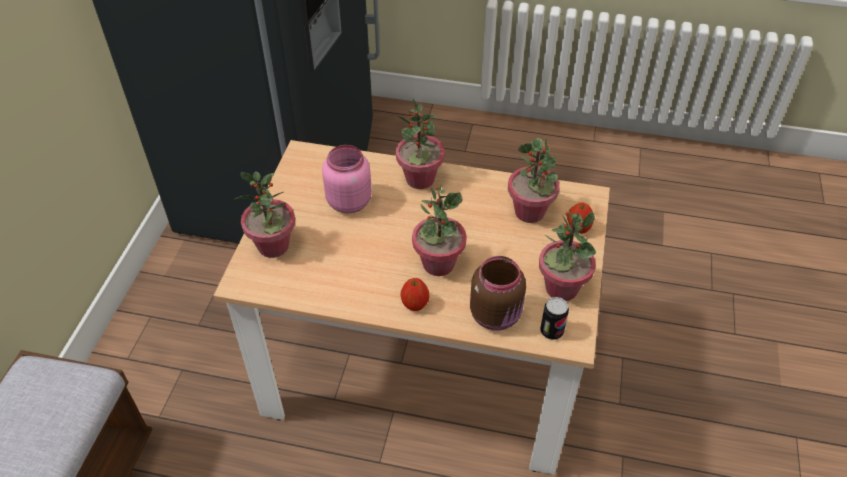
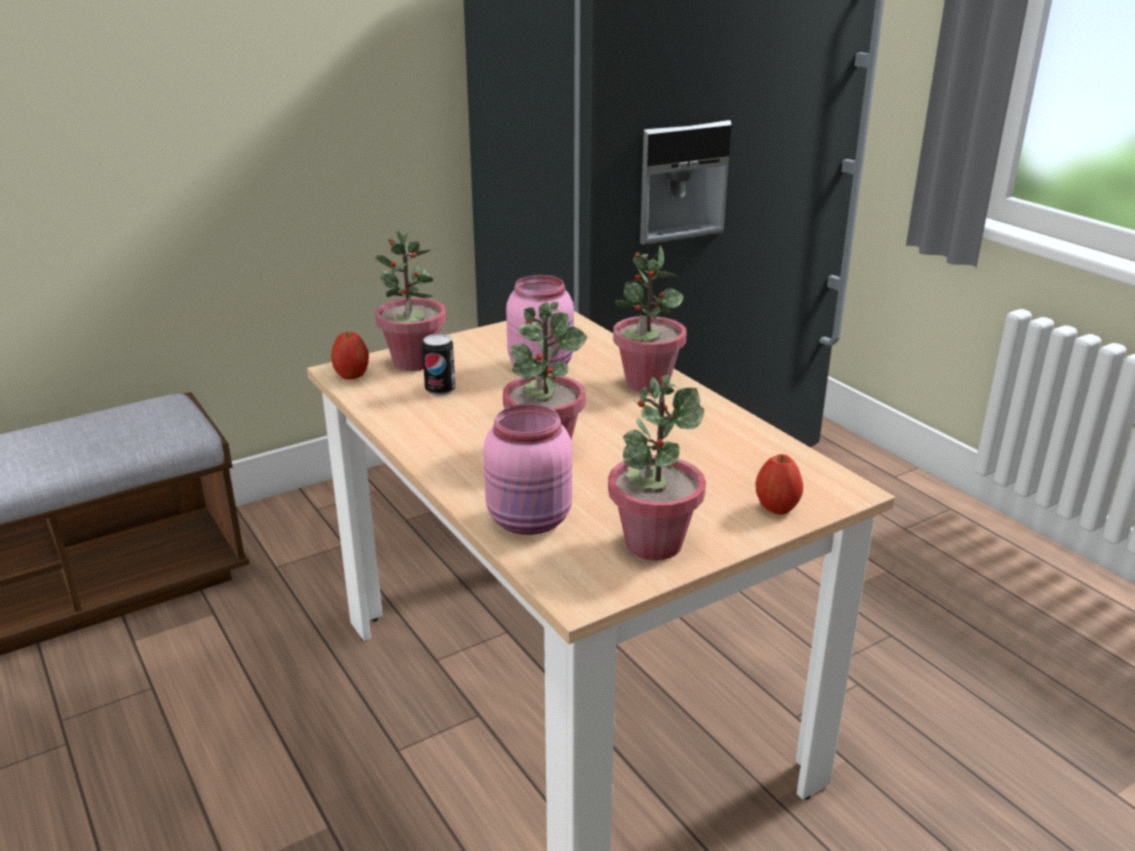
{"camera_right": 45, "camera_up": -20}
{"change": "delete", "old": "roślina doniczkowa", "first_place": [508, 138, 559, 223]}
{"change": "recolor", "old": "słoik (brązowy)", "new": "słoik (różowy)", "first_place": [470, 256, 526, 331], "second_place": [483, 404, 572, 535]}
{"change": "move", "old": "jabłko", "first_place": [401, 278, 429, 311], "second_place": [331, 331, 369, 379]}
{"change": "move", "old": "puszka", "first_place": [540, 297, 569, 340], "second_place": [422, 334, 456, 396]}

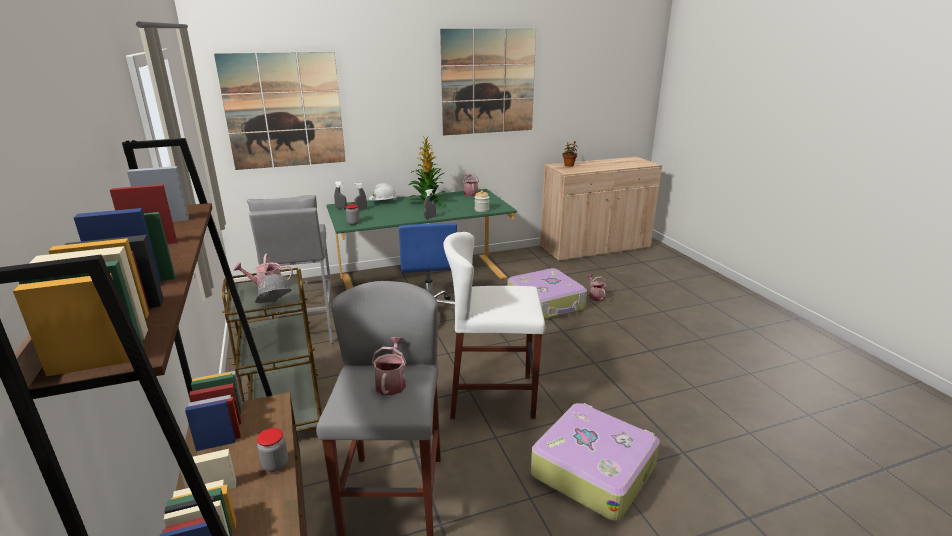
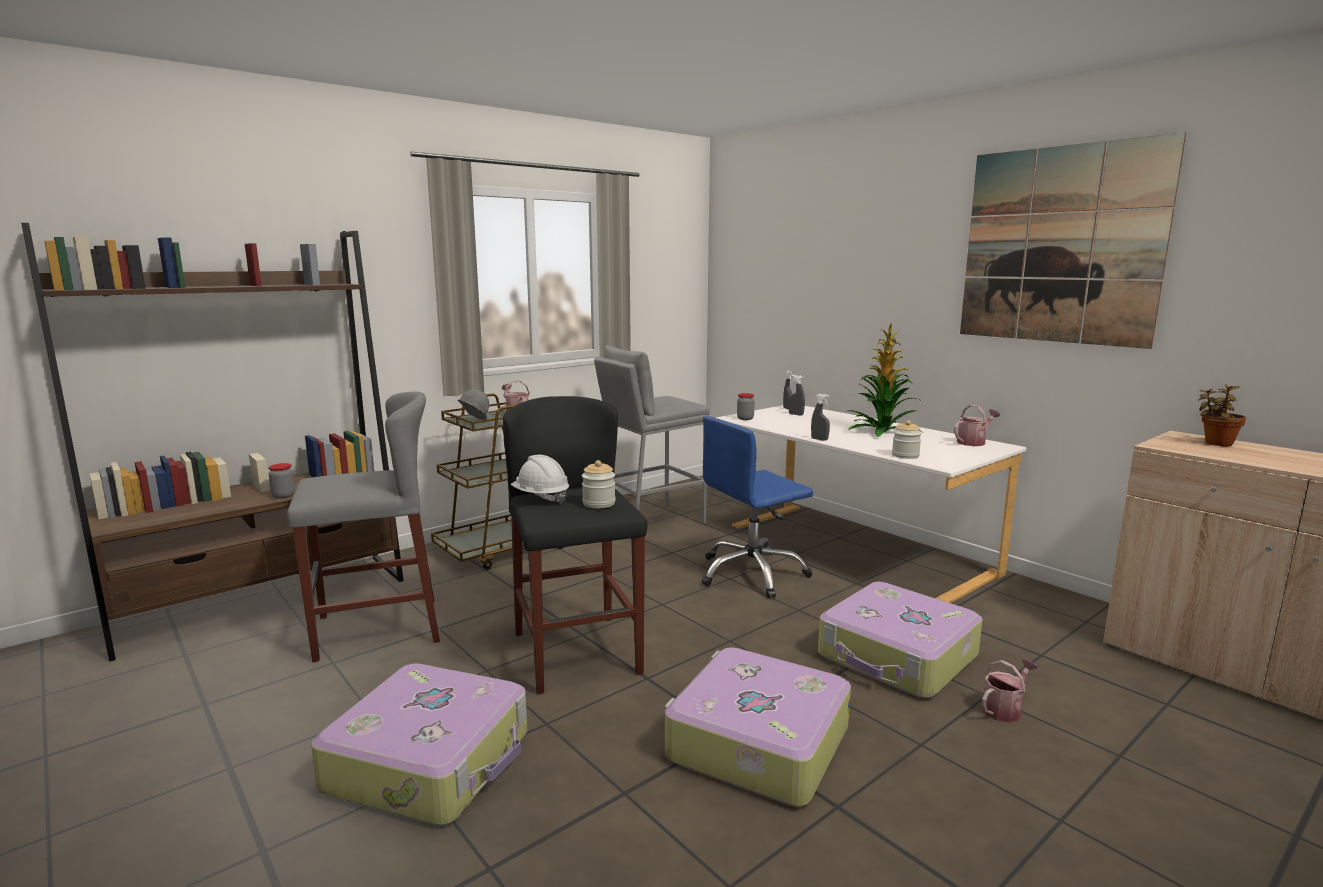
{"camera_right": 70, "camera_up": -10}
{"change": "delete", "old": "obraz", "first_place": [214, 52, 346, 170]}
{"change": "move", "old": "kask (biały)", "first_place": [369, 183, 397, 201], "second_place": [510, 455, 569, 504]}
{"change": "recolor", "old": "biurko (zielony)", "new": "biurko (biały)", "first_place": [327, 189, 517, 290], "second_place": [716, 405, 1026, 603]}
{"change": "recolor", "old": "stołek (biały)", "new": "stołek (czarny)", "first_place": [443, 232, 545, 419], "second_place": [503, 396, 647, 694]}
{"change": "delete", "old": "konewka", "first_place": [372, 337, 406, 395]}
{"change": "insert", "new": "słoik", "second_place": [582, 460, 616, 508]}
{"change": "insert", "new": "walizka", "second_place": [665, 647, 851, 807]}

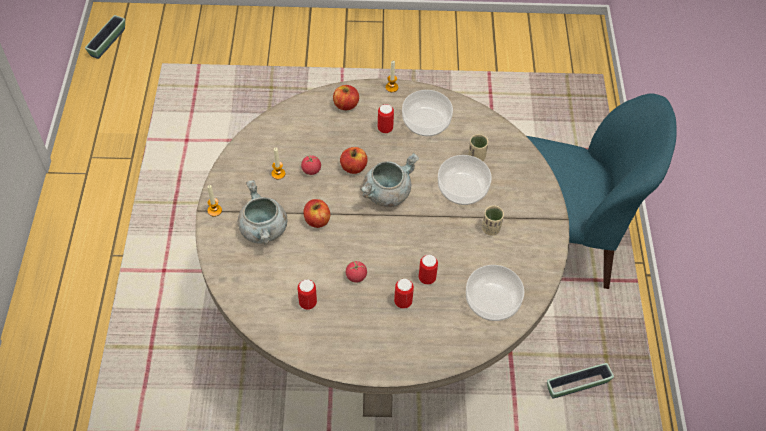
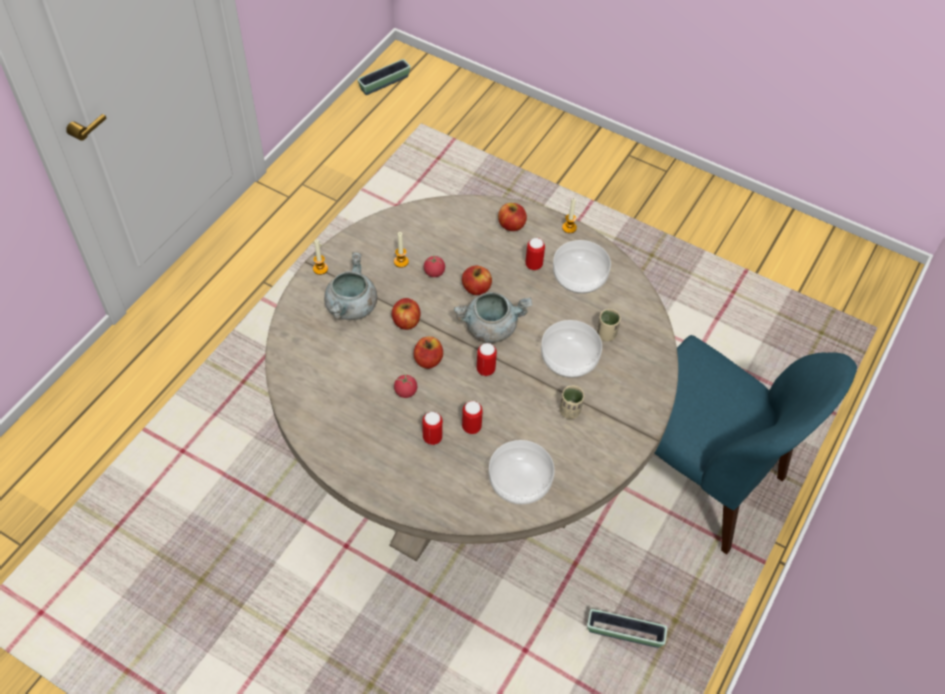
{"camera_right": 30, "camera_up": 0}
{"change": "move", "old": "puszka", "first_place": [298, 279, 317, 310], "second_place": [477, 343, 497, 376]}
{"change": "insert", "new": "jabłko", "second_place": [414, 336, 443, 369]}

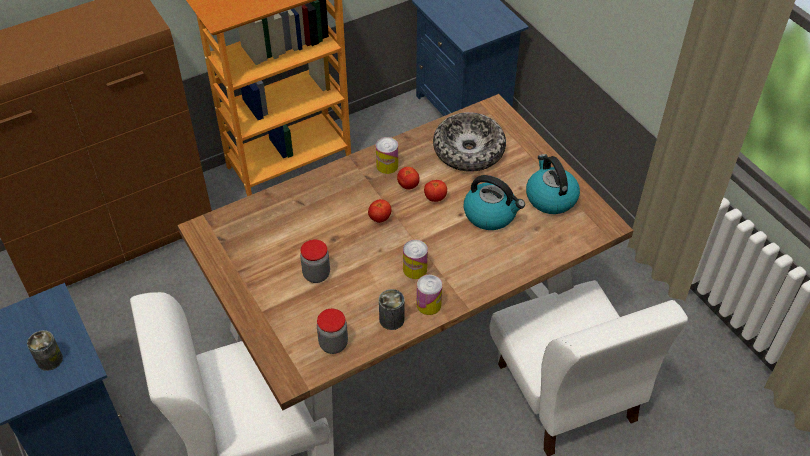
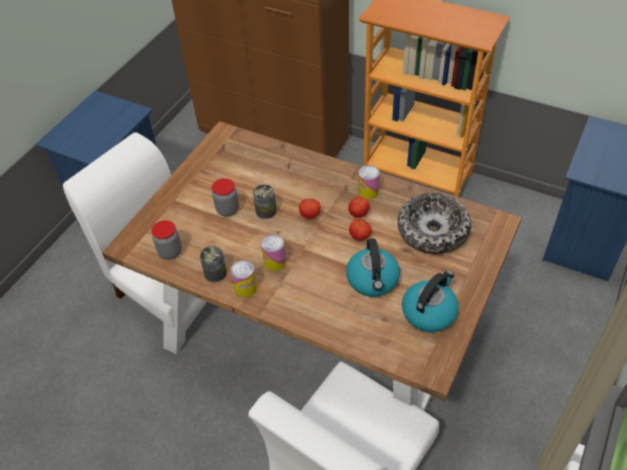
{"camera_right": 60, "camera_up": 0}
{"change": "move", "old": "puszka", "first_place": [27, 330, 63, 371], "second_place": [253, 184, 277, 219]}

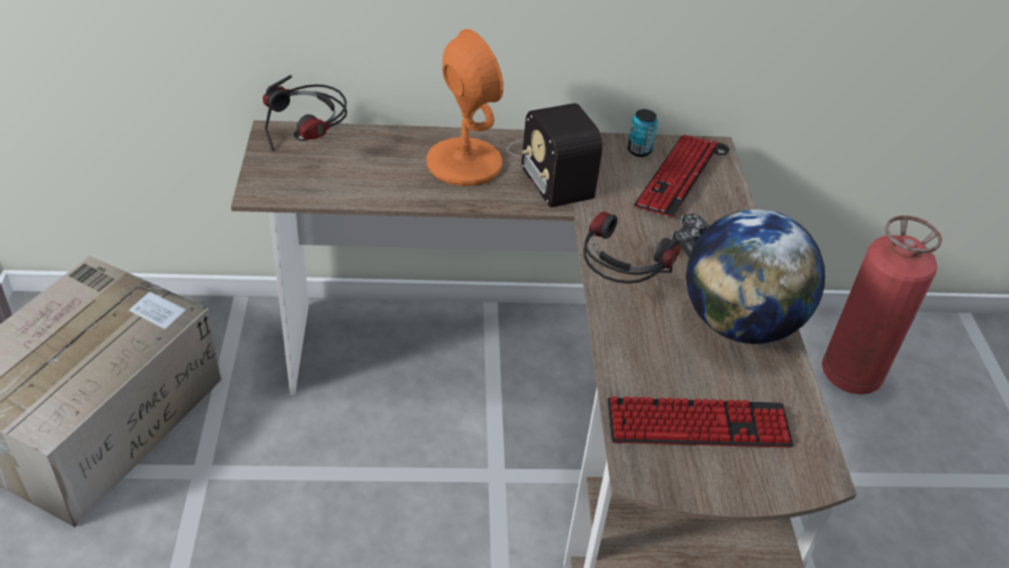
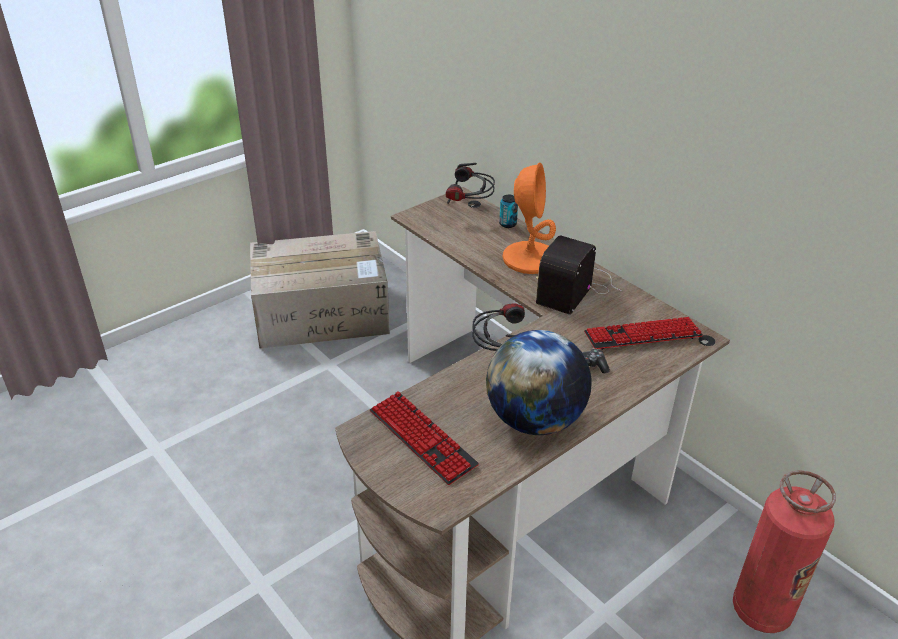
{"camera_right": 55, "camera_up": -5}
{"change": "move", "old": "puszka", "first_place": [627, 109, 658, 157], "second_place": [499, 195, 518, 228]}

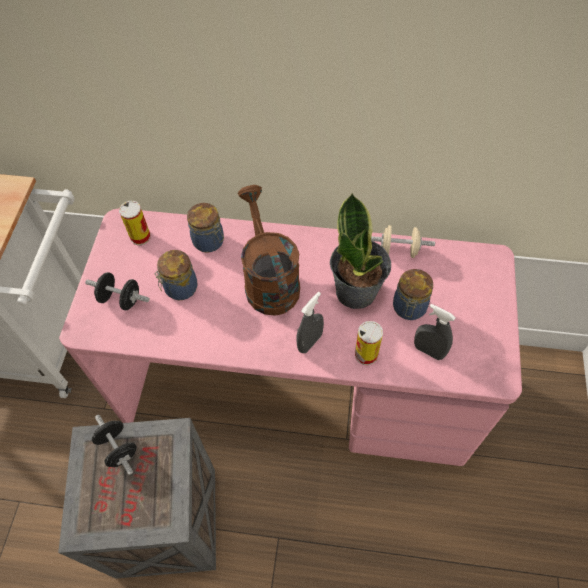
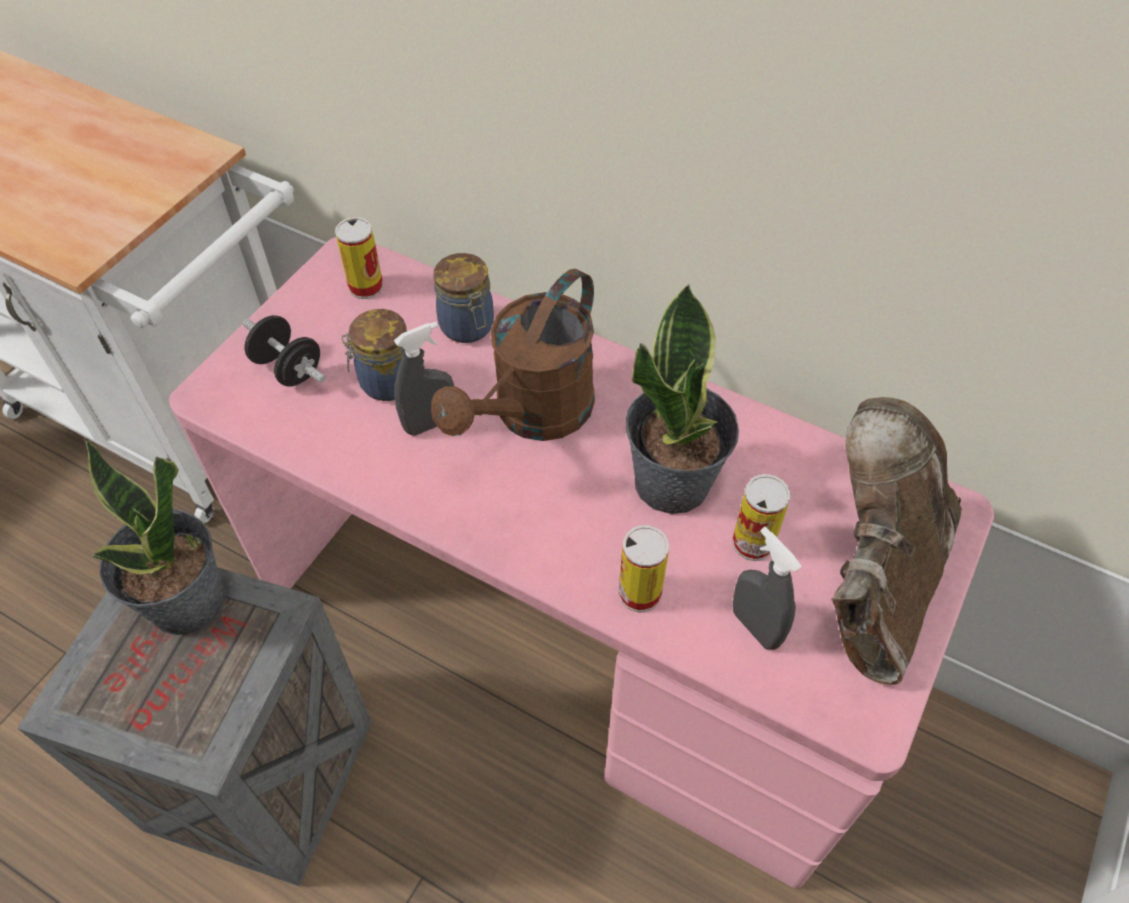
{"camera_right": 20, "camera_up": -5}
{"change": "rotate", "old": "konewka (brązowy)", "first_place": [238, 185, 300, 316], "second_place": [431, 269, 595, 441], "degrees": -150}
{"change": "delete", "old": "hantel (beżowy)", "first_place": [371, 225, 435, 258]}
{"change": "replace", "old": "słoik", "new": "puszka", "first_place": [393, 269, 433, 320], "second_place": [732, 474, 791, 561]}
{"change": "move", "old": "spryskiwacz (szary)", "first_place": [296, 292, 324, 353], "second_place": [394, 321, 454, 436]}
{"change": "replace", "old": "hantel (czarny)", "new": "roślina doniczkowa", "first_place": [92, 415, 137, 475], "second_place": [84, 440, 225, 635]}
{"change": "insert", "new": "but z cholewką (brązowy)", "second_place": [831, 397, 962, 685]}

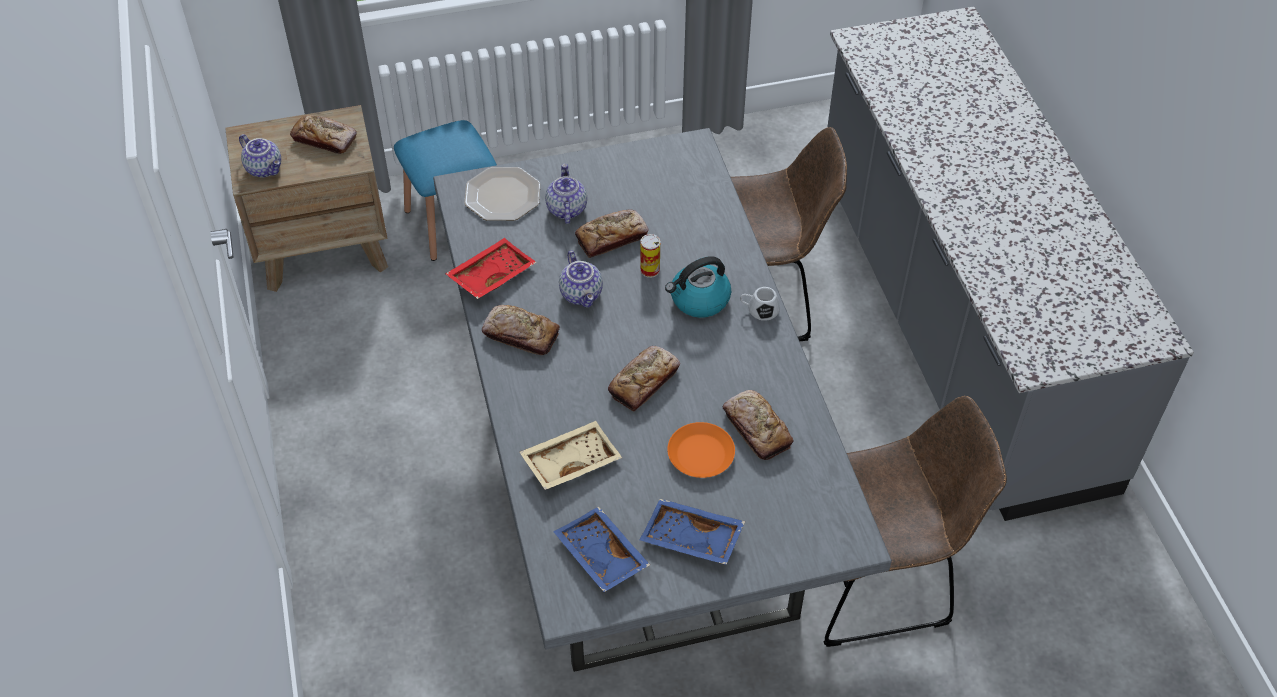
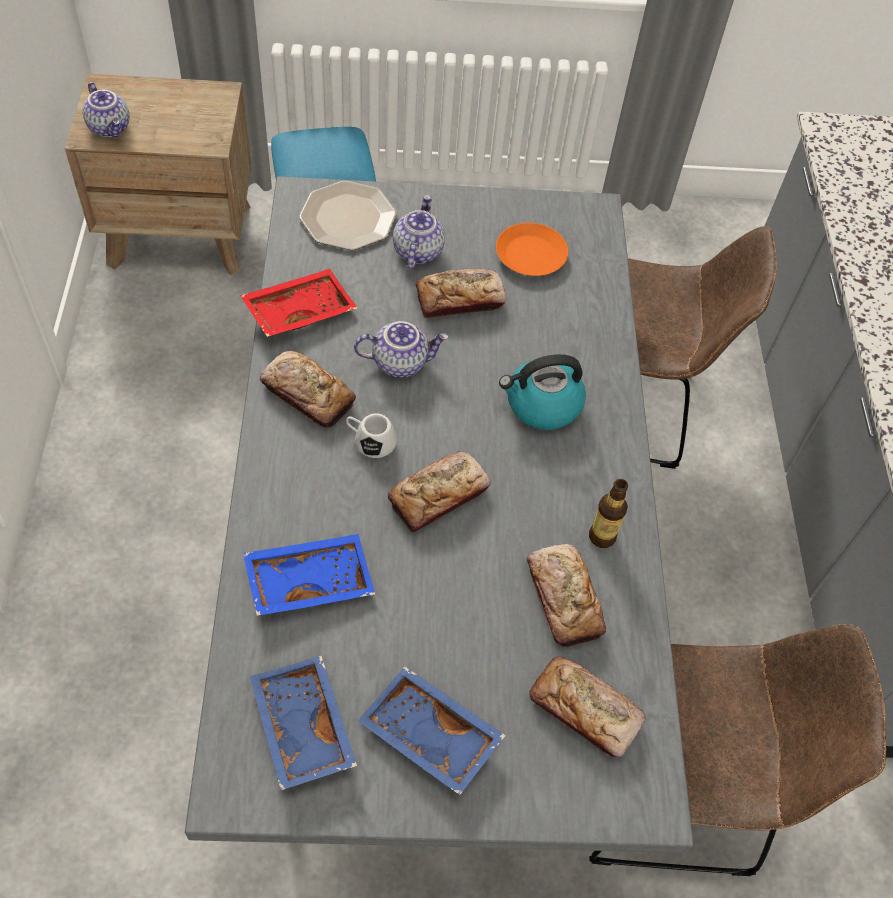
{"camera_right": 10, "camera_up": 5}
{"change": "move", "old": "chleb", "first_place": [290, 115, 357, 154], "second_place": [529, 656, 646, 757]}
{"change": "delete", "old": "puszka", "first_place": [640, 234, 660, 278]}
{"change": "rotate", "old": "imbryk", "first_place": [559, 250, 603, 307], "second_place": [354, 321, 449, 378], "degrees": -90}
{"change": "move", "old": "kubek (biały)", "first_place": [740, 287, 780, 321], "second_place": [346, 413, 397, 458]}
{"change": "recolor", "old": "taca (beżowy)", "new": "taca (niebieski)", "first_place": [519, 421, 622, 490], "second_place": [243, 534, 375, 616]}
{"change": "move", "old": "talerz (pomarańczowy)", "first_place": [667, 422, 735, 478], "second_place": [496, 223, 568, 276]}
{"change": "insert", "new": "butelka", "second_place": [589, 479, 628, 548]}

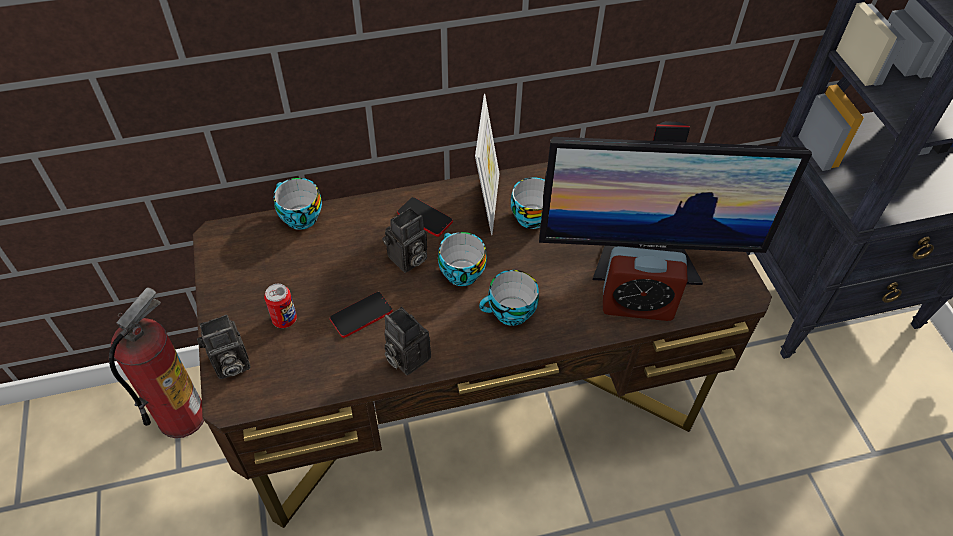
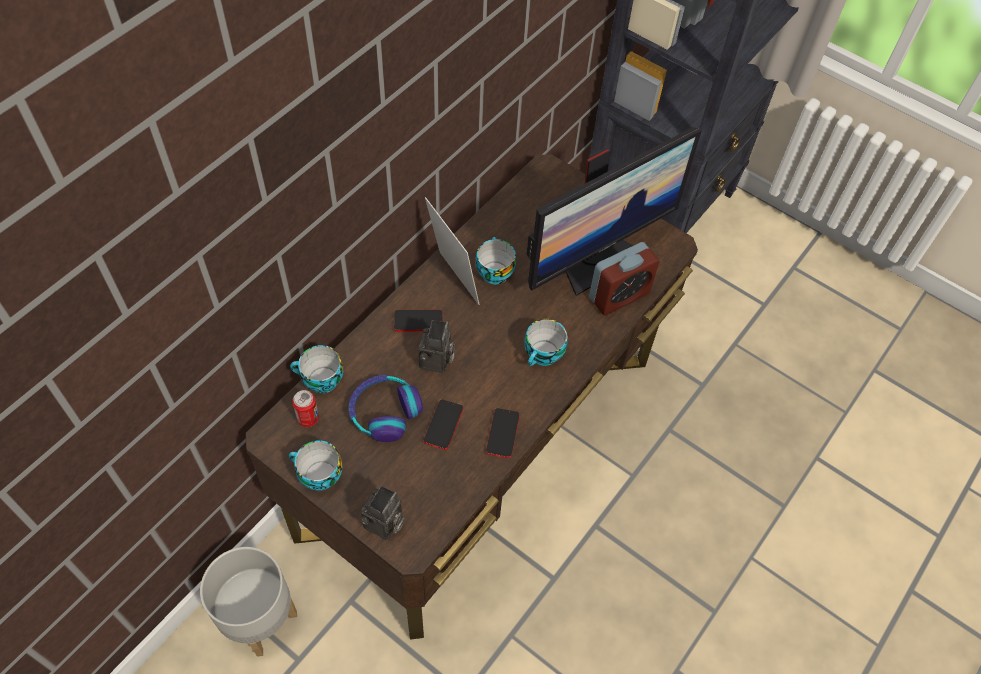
{"camera_right": -40, "camera_up": 5}
{"change": "move", "old": "filiżanka", "first_place": [438, 232, 487, 286], "second_place": [289, 440, 342, 491]}
{"change": "move", "old": "puszka", "first_place": [264, 284, 297, 328], "second_place": [292, 390, 319, 427]}
{"change": "replace", "old": "gaśnica", "new": "donica (szary)", "first_place": [109, 287, 204, 438], "second_place": [200, 547, 297, 657]}
{"change": "replace", "old": "aparat fotograficzny", "new": "telefon", "first_place": [384, 307, 431, 375], "second_place": [486, 408, 520, 458]}
{"change": "insert", "new": "słuchawki", "second_place": [348, 375, 423, 442]}

